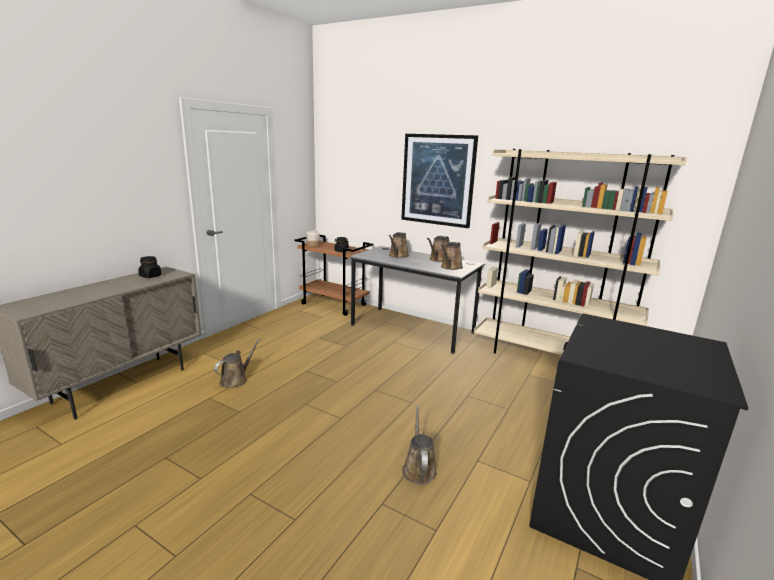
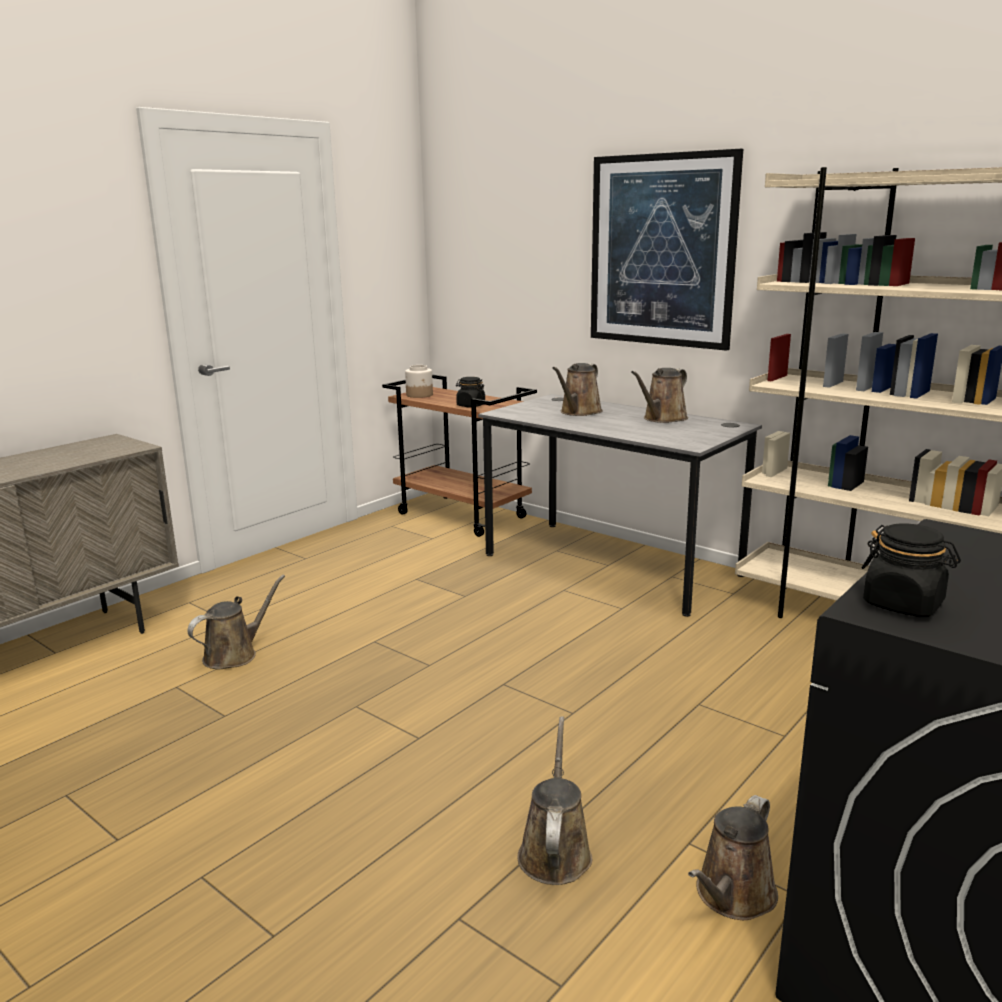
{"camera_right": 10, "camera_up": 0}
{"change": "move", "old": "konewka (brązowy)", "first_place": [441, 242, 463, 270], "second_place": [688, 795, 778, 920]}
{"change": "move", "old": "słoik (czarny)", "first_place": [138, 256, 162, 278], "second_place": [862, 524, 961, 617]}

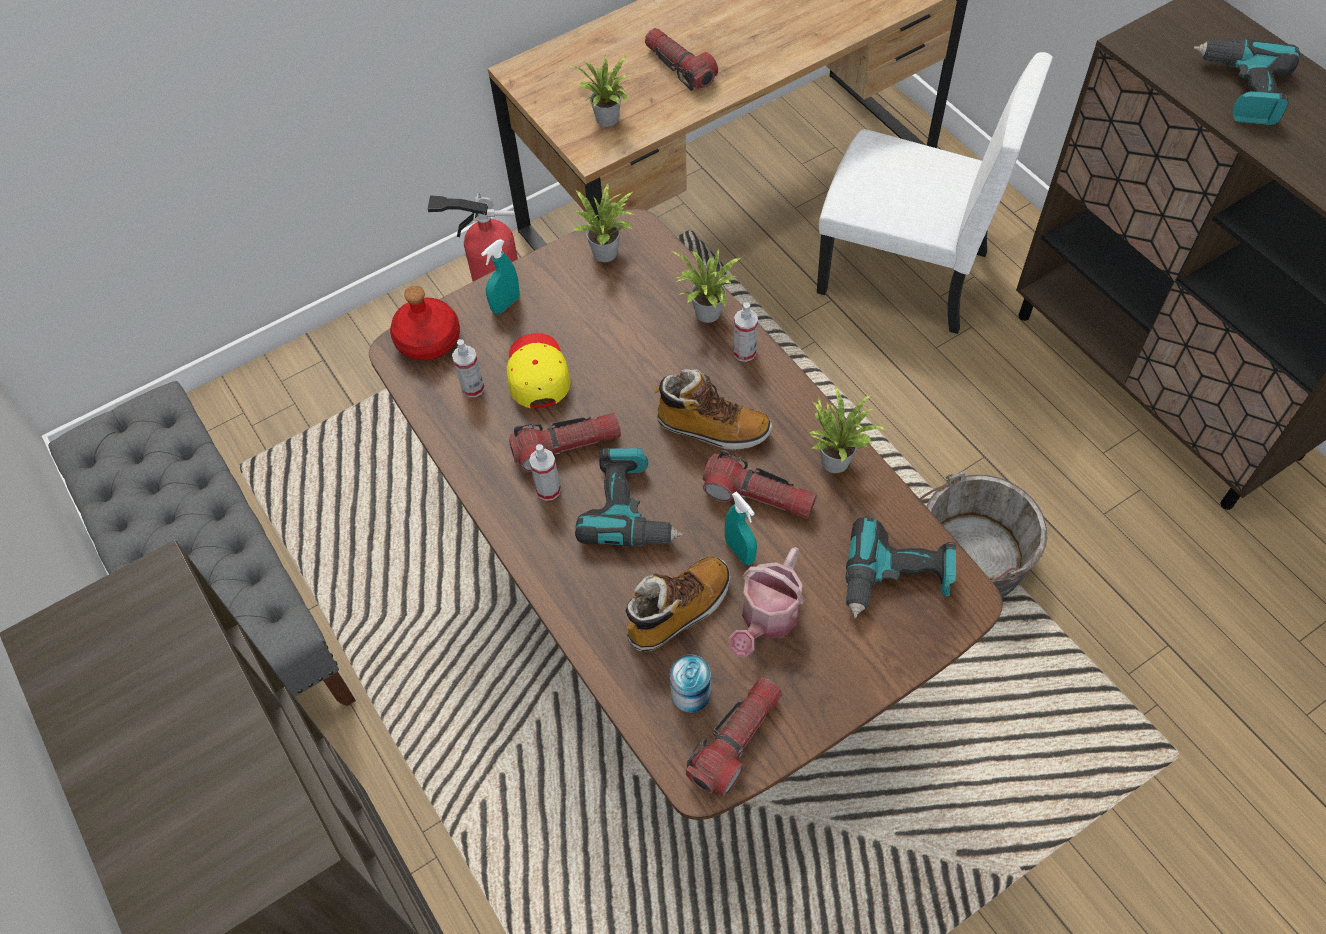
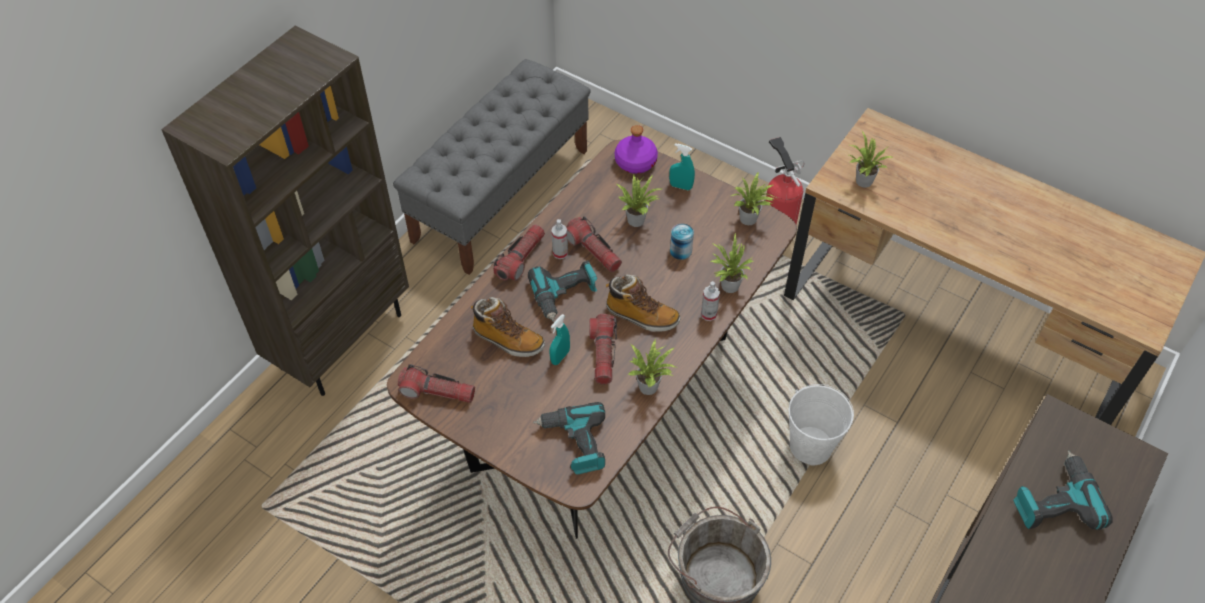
{"camera_right": 65, "camera_up": -5}
{"change": "move", "old": "latarka", "first_place": [645, 28, 718, 91], "second_place": [493, 224, 545, 281]}
{"change": "delete", "old": "krzesło (biały)", "first_place": [817, 52, 1053, 334]}
{"change": "recolor", "old": "butelka (czerwony)", "new": "butelka (fioletowy)", "first_place": [390, 286, 460, 361], "second_place": [615, 125, 658, 174]}
{"change": "replace", "old": "czapka z daszkiem (żółty)", "new": "roślina doniczkowa", "first_place": [507, 333, 571, 408], "second_place": [615, 174, 661, 227]}
{"change": "delete", "old": "spryskiwacz", "first_place": [452, 339, 485, 397]}
{"change": "rotate", "old": "but z cholewką", "first_place": [654, 369, 772, 450], "second_place": [606, 274, 681, 332], "degrees": -60}
{"change": "delete", "old": "konewka", "first_place": [729, 547, 804, 657]}
{"change": "move", "old": "puszka", "first_place": [670, 655, 711, 713], "second_place": [670, 224, 694, 260]}
{"change": "insert", "new": "wiadro (biały)", "second_place": [789, 384, 854, 465]}

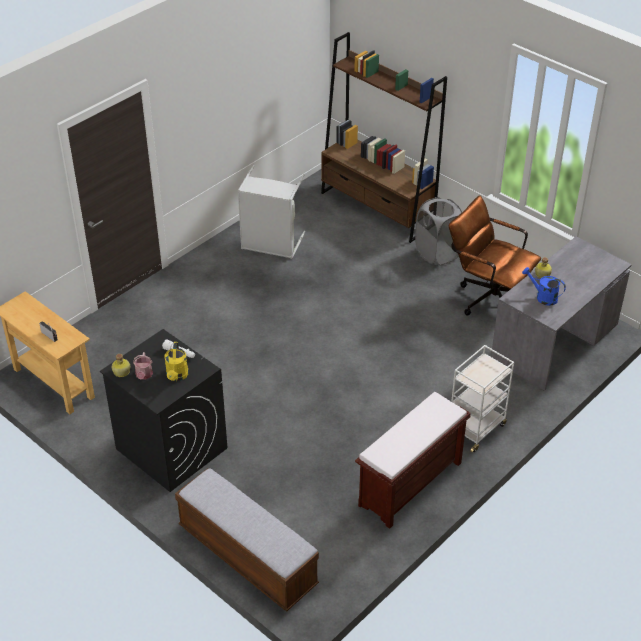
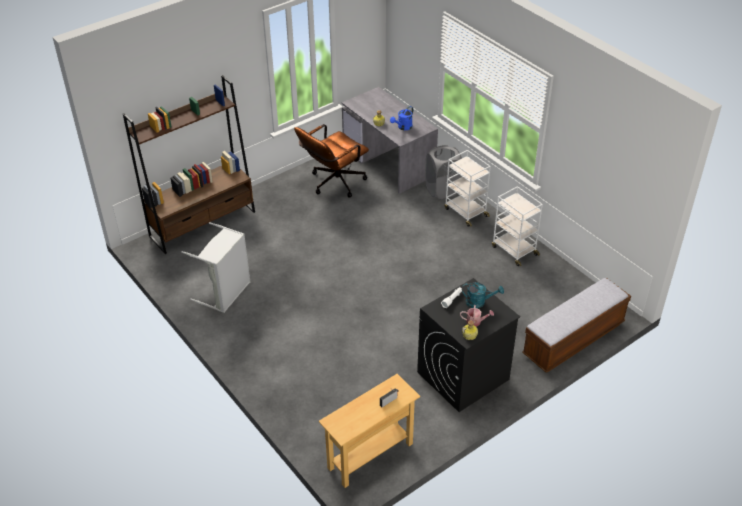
{"camera_right": -80, "camera_up": 0}
{"change": "move", "old": "kosz na pranie (szary)", "first_place": [415, 197, 462, 265], "second_place": [425, 145, 462, 199]}
{"change": "recolor", "old": "konewka (żółty)", "new": "konewka (turkusowy)", "first_place": [164, 342, 189, 381], "second_place": [462, 282, 504, 309]}
{"change": "replace", "old": "ławka (brązowy)", "new": "wózek (biały)", "first_place": [355, 392, 471, 529], "second_place": [492, 186, 543, 266]}

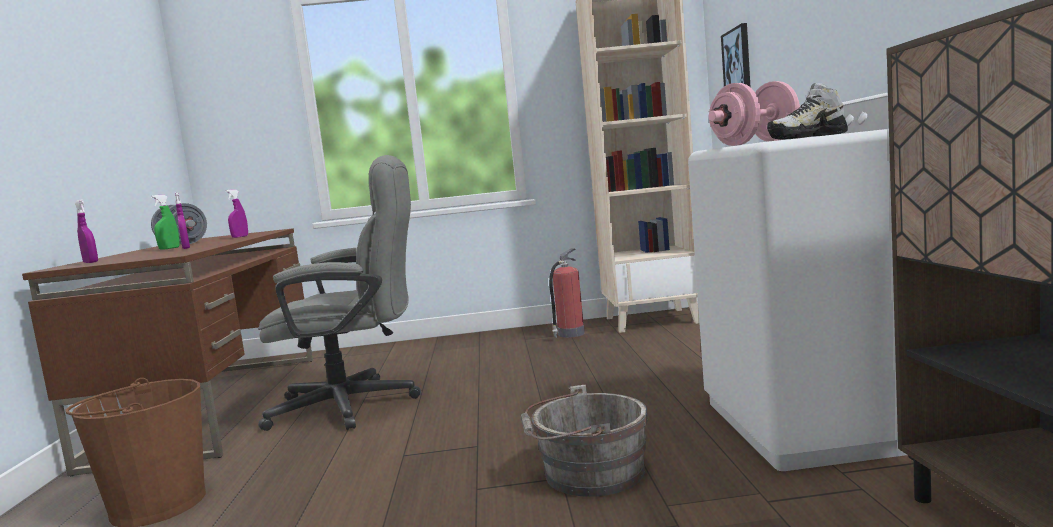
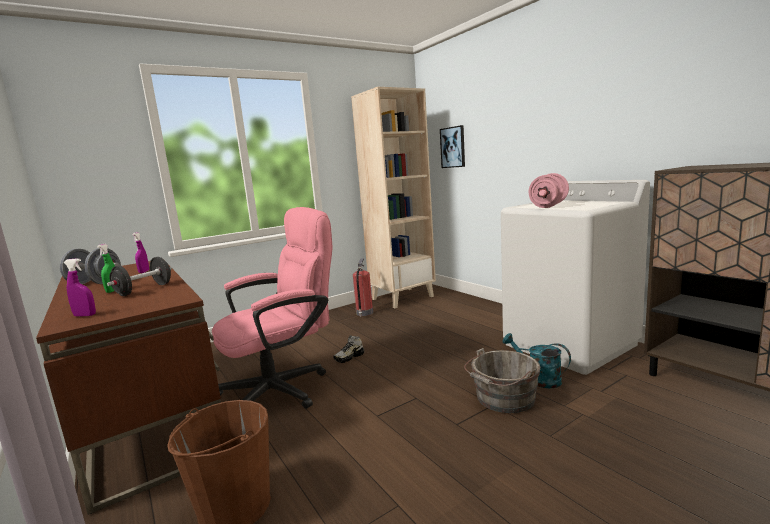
{"camera_right": -30, "camera_up": 5}
{"change": "move", "old": "but", "first_place": [767, 83, 848, 140], "second_place": [333, 335, 364, 363]}
{"change": "recolor", "old": "krzesło biurowe (szary)", "new": "krzesło biurowe (różowy)", "first_place": [258, 155, 421, 431], "second_place": [212, 207, 332, 409]}
{"change": "replace", "old": "spryskiwacz (fioletowy)", "new": "hantel (czarny)", "first_place": [175, 192, 190, 249], "second_place": [107, 257, 172, 296]}
{"change": "insert", "new": "konewka (turkusowy)", "second_place": [503, 333, 571, 388]}

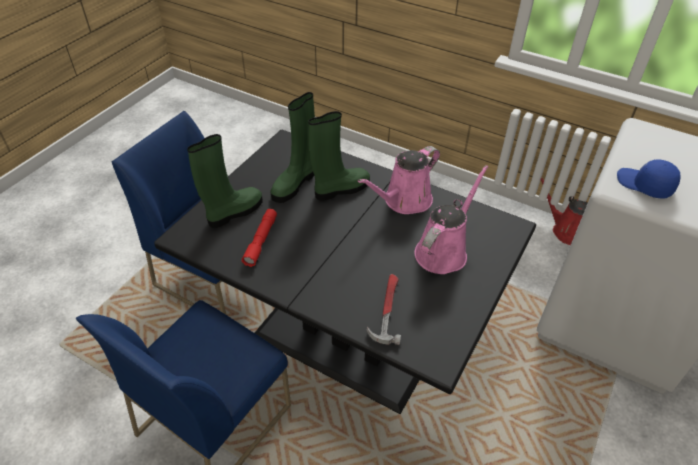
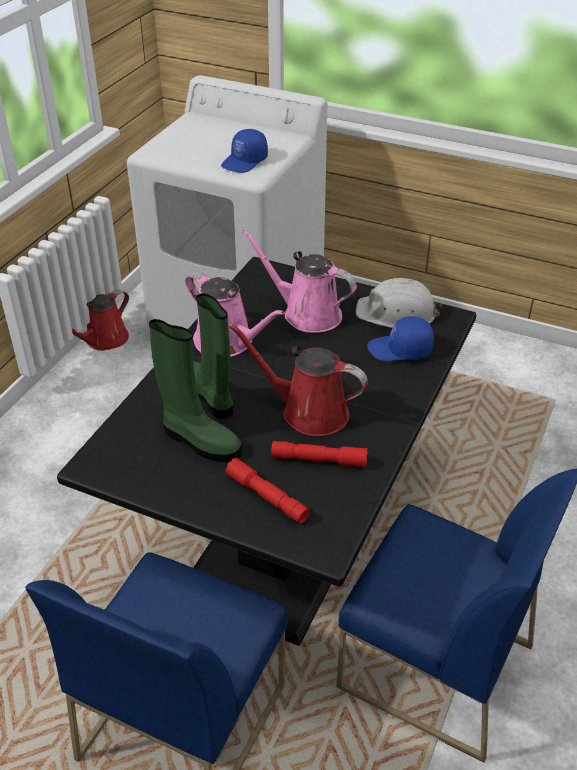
{"camera_right": -95, "camera_up": -5}
{"change": "replace", "old": "but z cholewką (zielony)", "new": "latarka (czerwony)", "first_place": [187, 134, 263, 228], "second_place": [225, 458, 310, 524]}
{"change": "replace", "old": "młotek", "new": "czapka z daszkiem (niebieski)", "first_place": [367, 274, 401, 345], "second_place": [368, 316, 434, 361]}
{"change": "insert", "new": "kask (biały)", "second_place": [356, 278, 442, 328]}
{"change": "insert", "new": "konewka (czerwony)", "second_place": [228, 323, 368, 436]}

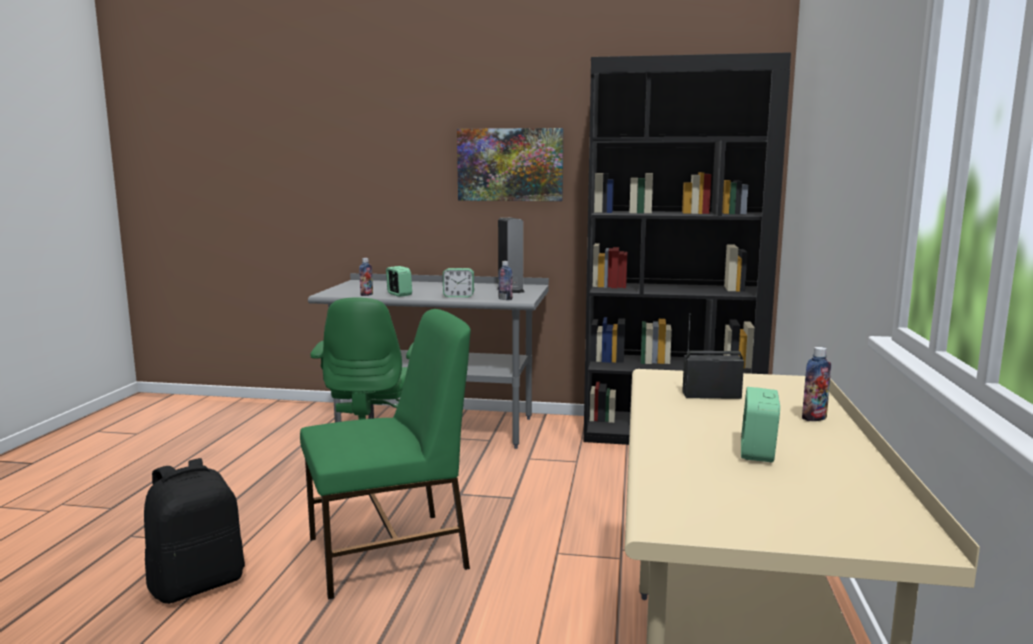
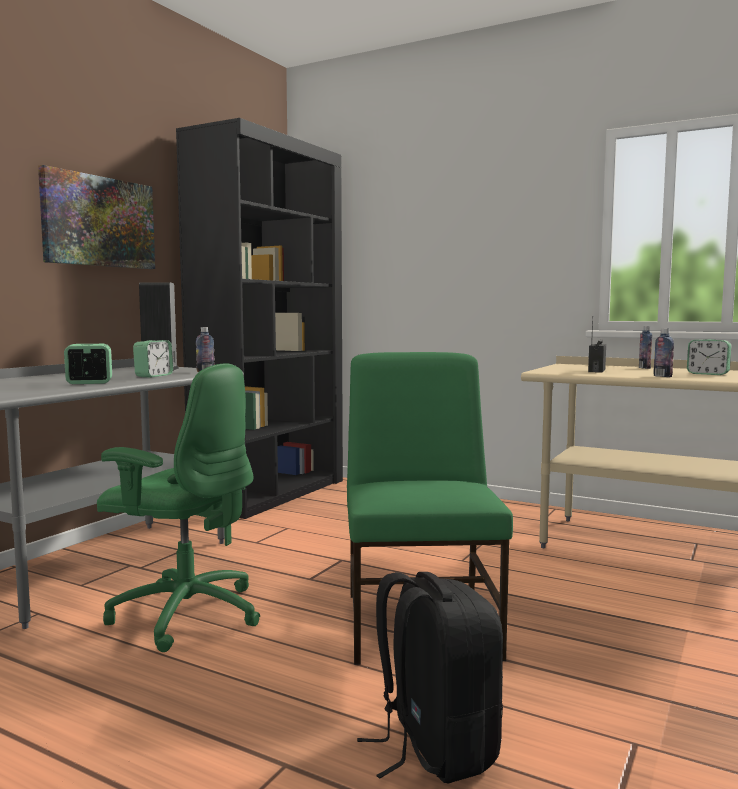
{"camera_right": -70, "camera_up": -5}
{"change": "move", "old": "butelka", "first_place": [359, 258, 373, 296], "second_place": [654, 328, 674, 377]}

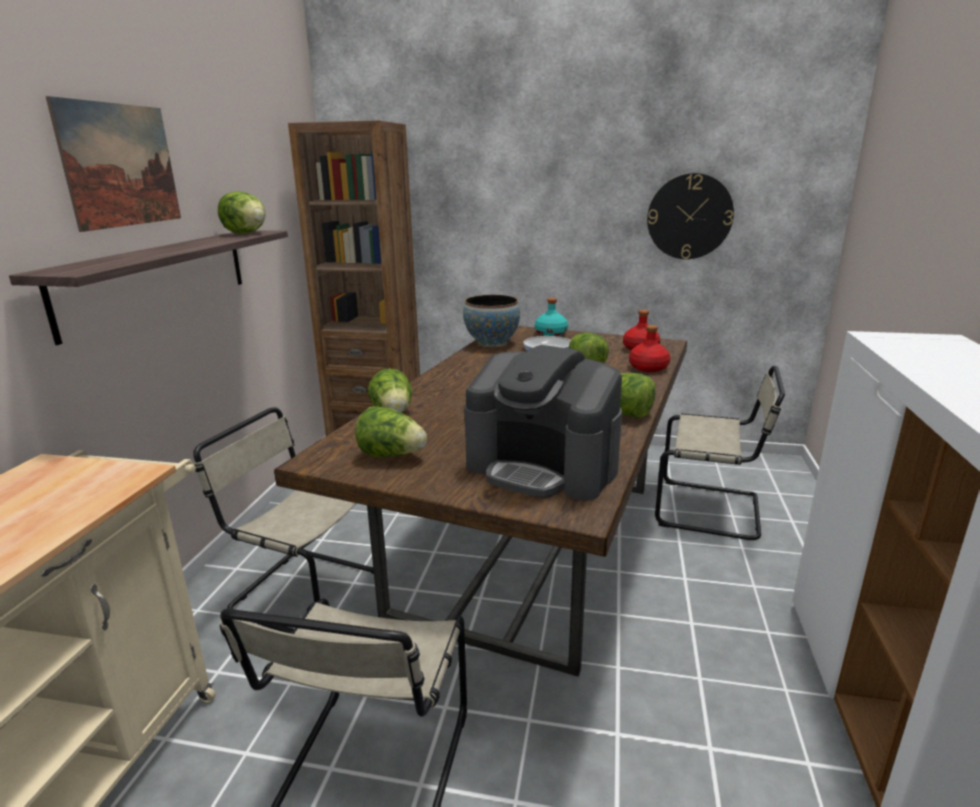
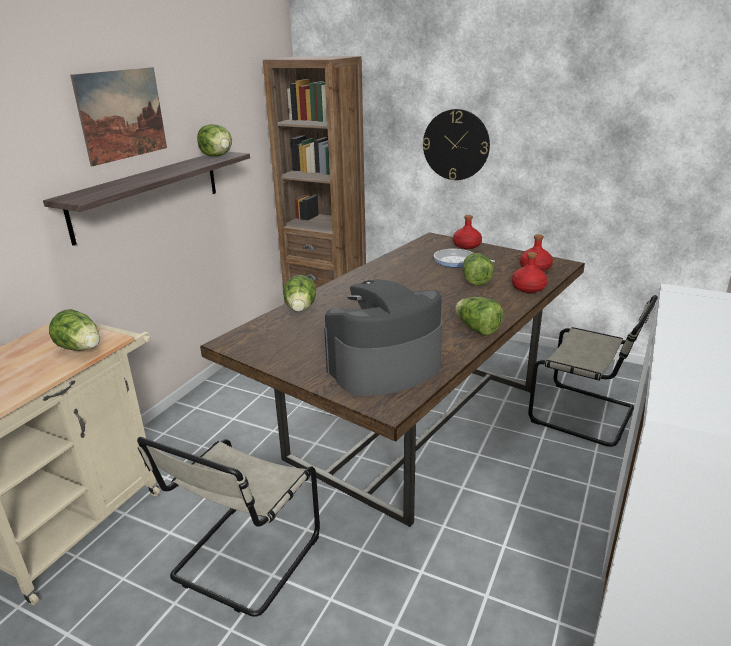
{"camera_right": 15, "camera_up": 5}
{"change": "move", "old": "zegar ścienny", "first_place": [647, 173, 734, 259], "second_place": [423, 109, 490, 180]}
{"change": "delete", "old": "miska", "first_place": [463, 295, 520, 347]}
{"change": "recolor", "old": "butelka (turkusowy)", "new": "butelka (czerwony)", "first_place": [535, 298, 568, 336], "second_place": [453, 215, 482, 249]}
{"change": "rotate", "old": "ekspres do kawy", "first_place": [464, 345, 622, 501], "second_place": [324, 279, 442, 396], "degrees": 105}
{"change": "move", "old": "sałata", "first_place": [355, 406, 427, 457], "second_place": [49, 309, 100, 351]}
{"change": "delete", "old": "krzesło (beżowy)", "first_place": [193, 407, 386, 633]}

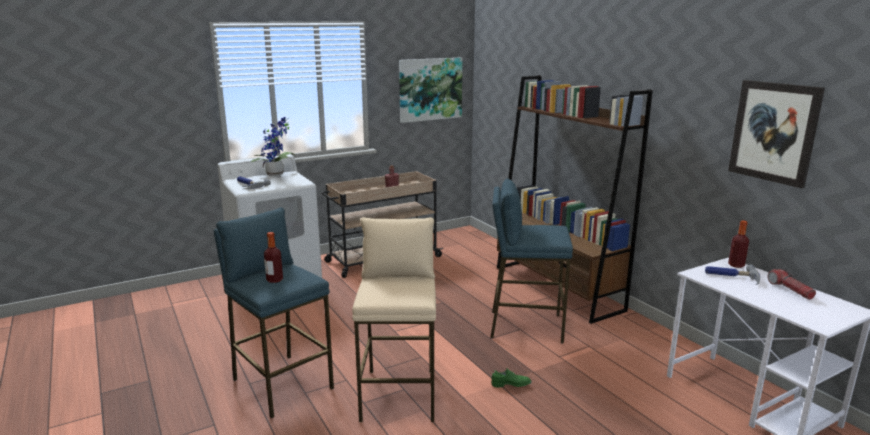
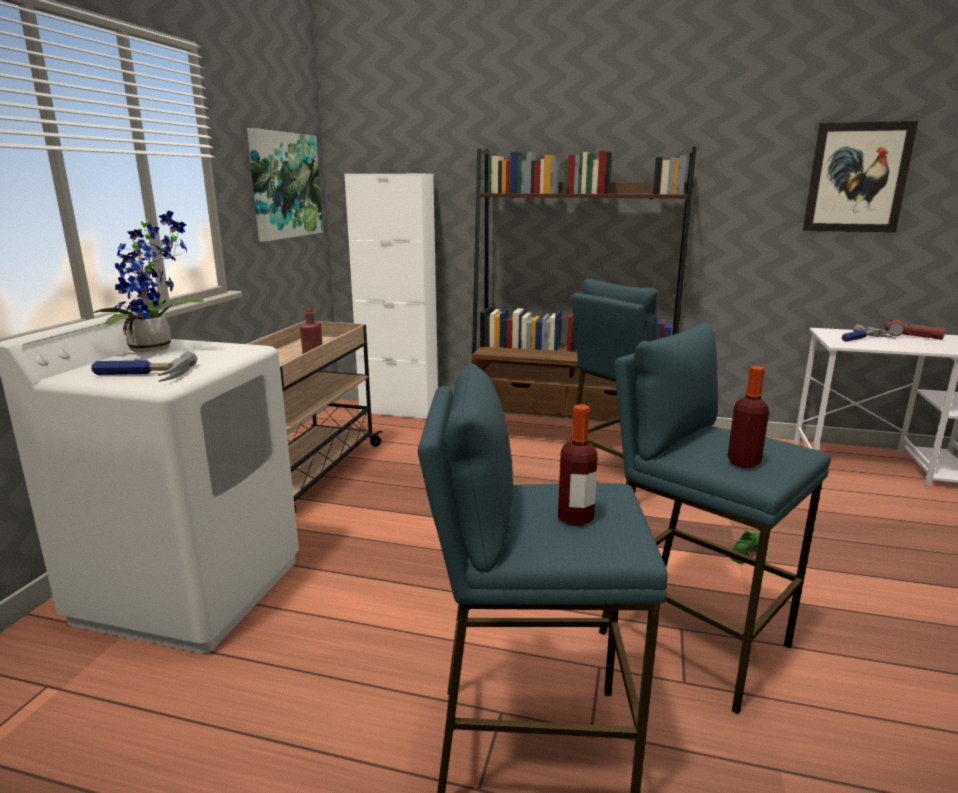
{"camera_right": -45, "camera_up": 0}
{"change": "recolor", "old": "stołek (beżowy)", "new": "stołek (niebieski)", "first_place": [352, 217, 436, 422], "second_place": [599, 322, 831, 714]}
{"change": "move", "old": "butelka", "first_place": [728, 220, 749, 268], "second_place": [727, 366, 769, 468]}
{"change": "insert", "new": "szafka (biały)", "second_place": [344, 174, 438, 420]}

